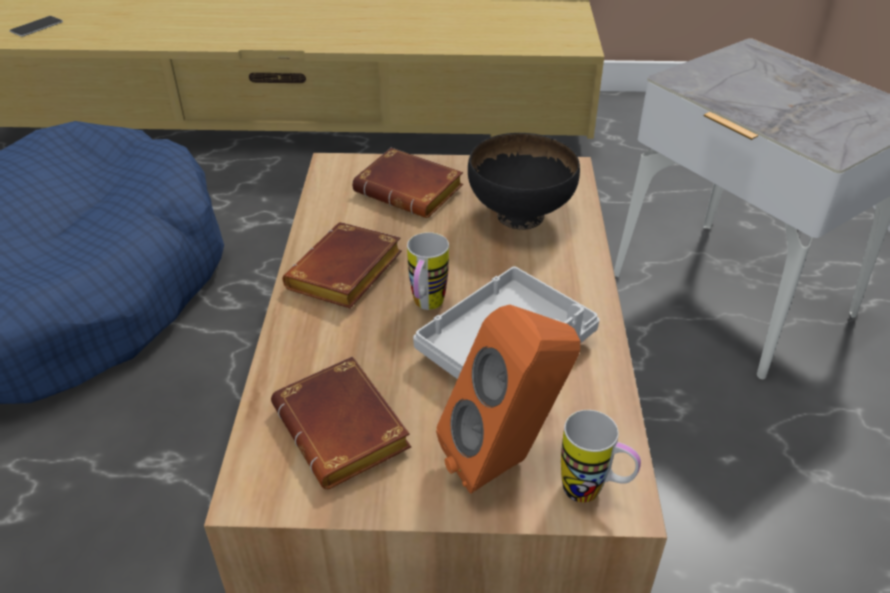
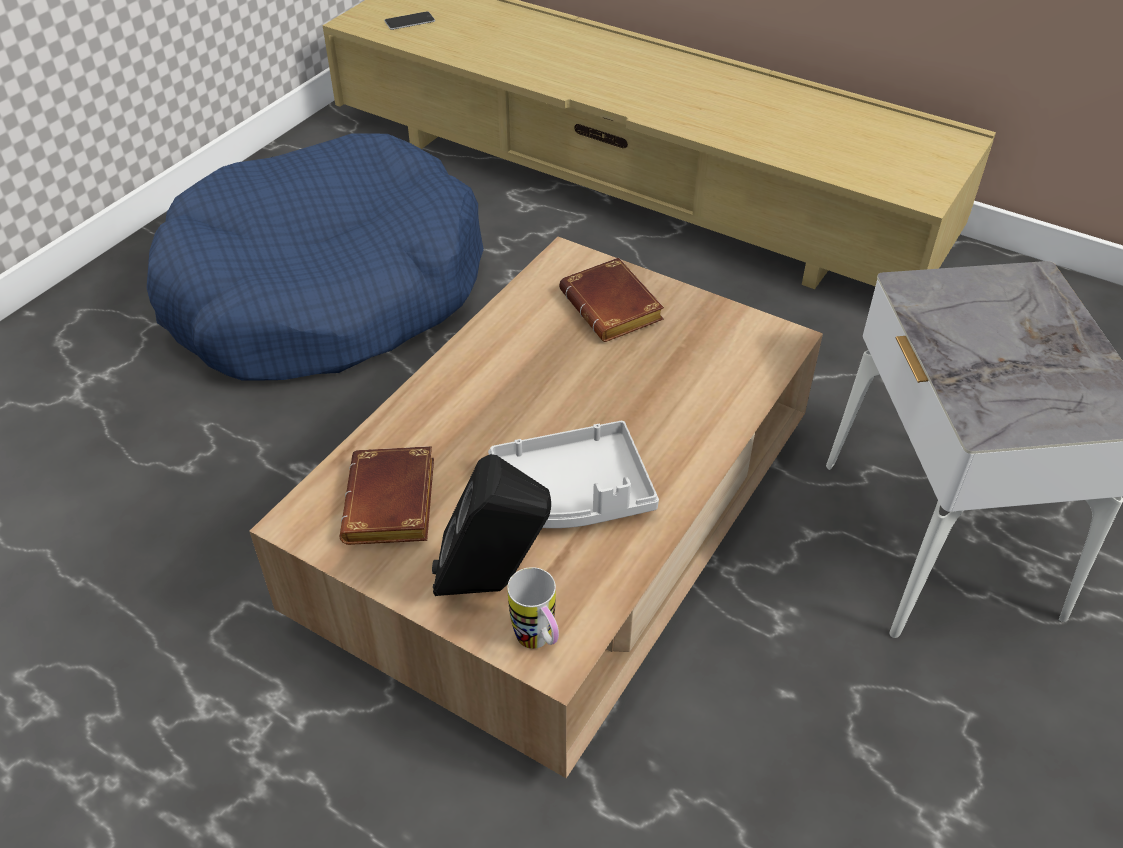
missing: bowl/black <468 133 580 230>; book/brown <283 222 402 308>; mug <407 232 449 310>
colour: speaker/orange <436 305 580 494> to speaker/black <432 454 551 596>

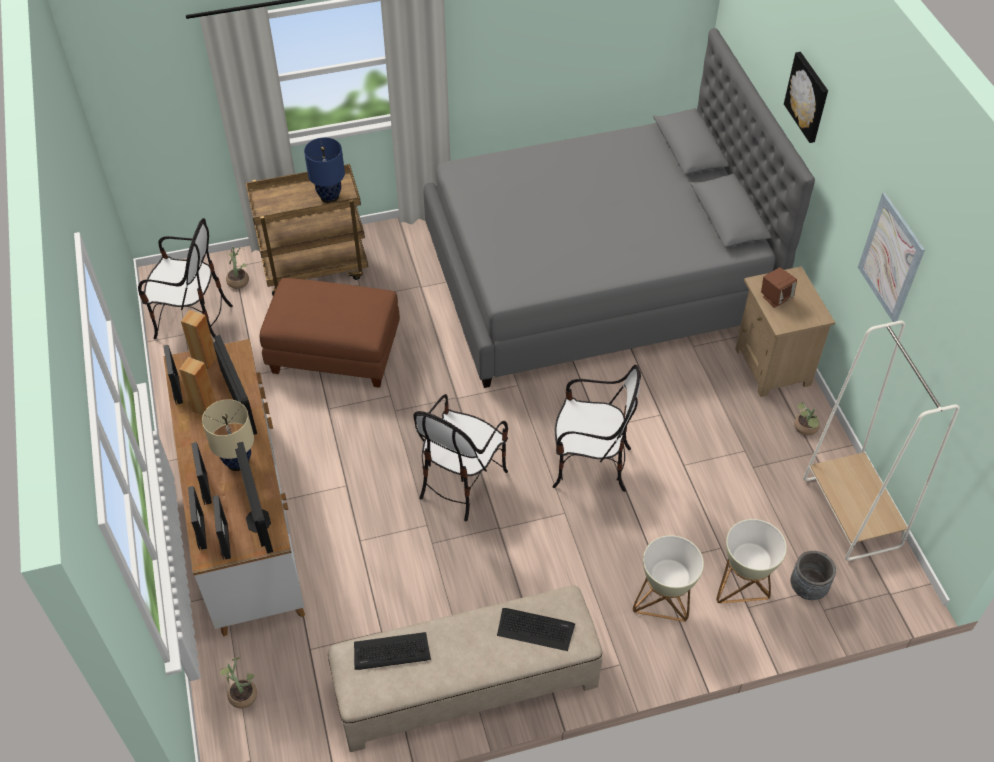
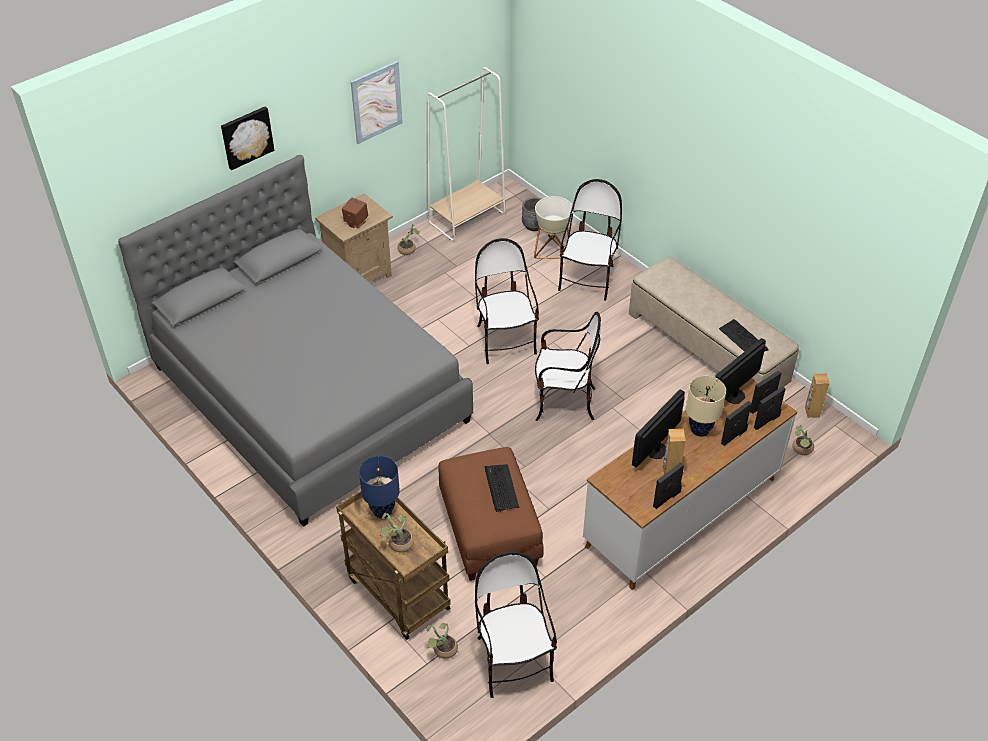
appeared: potted plant <380 513 414 553>
relocated: speaker/brown <181 310 217 370> to <805 374 830 418>; keyboard <497 608 575 651> to <485 464 519 512>
exchanged: planter <633 535 704 622> to chair <558 179 622 301>

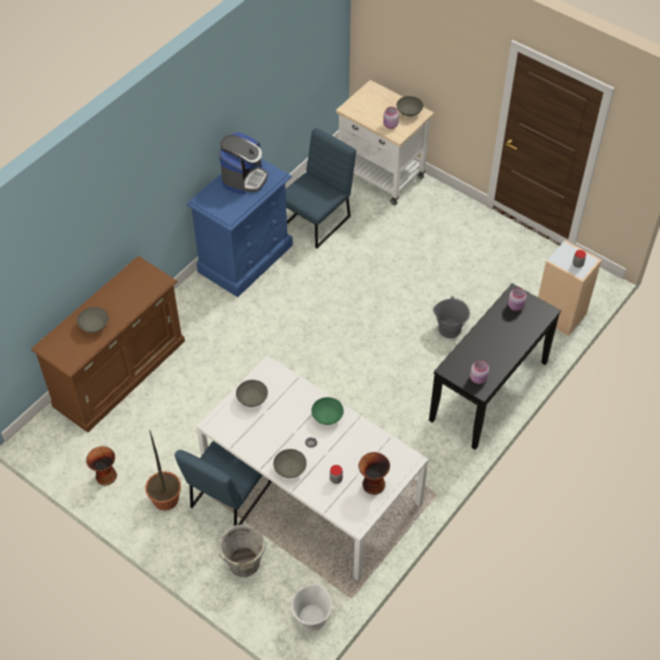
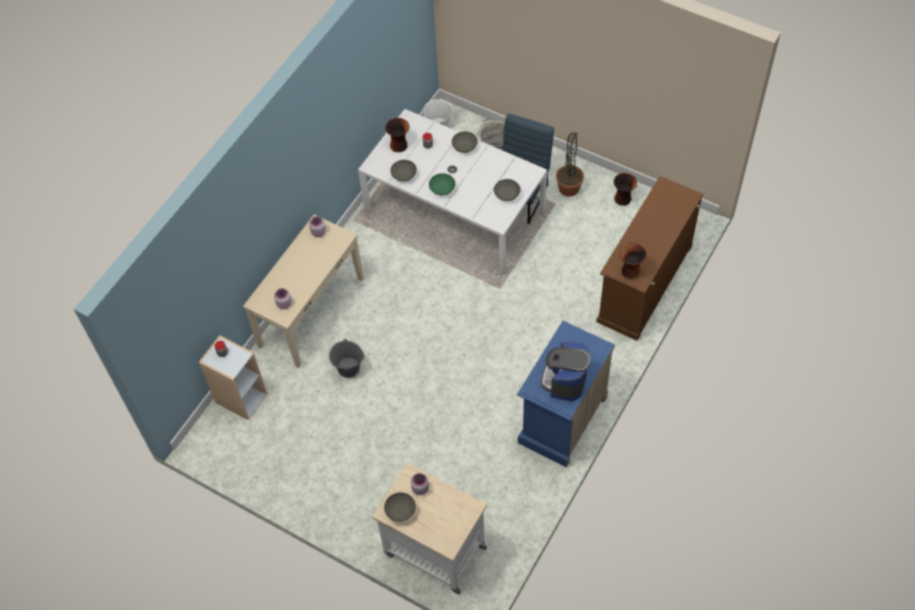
missing: chair/blue <286 128 356 249>
appeared: vase <620 243 647 280>
relocated: bowl/grey <77 307 108 333> to <390 160 417 182>
colour: console table/black <429 283 561 450> to console table/beige <243 215 364 368>

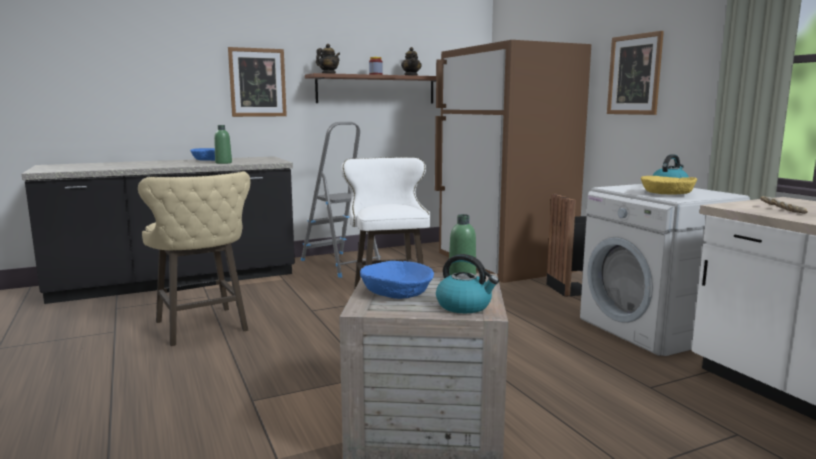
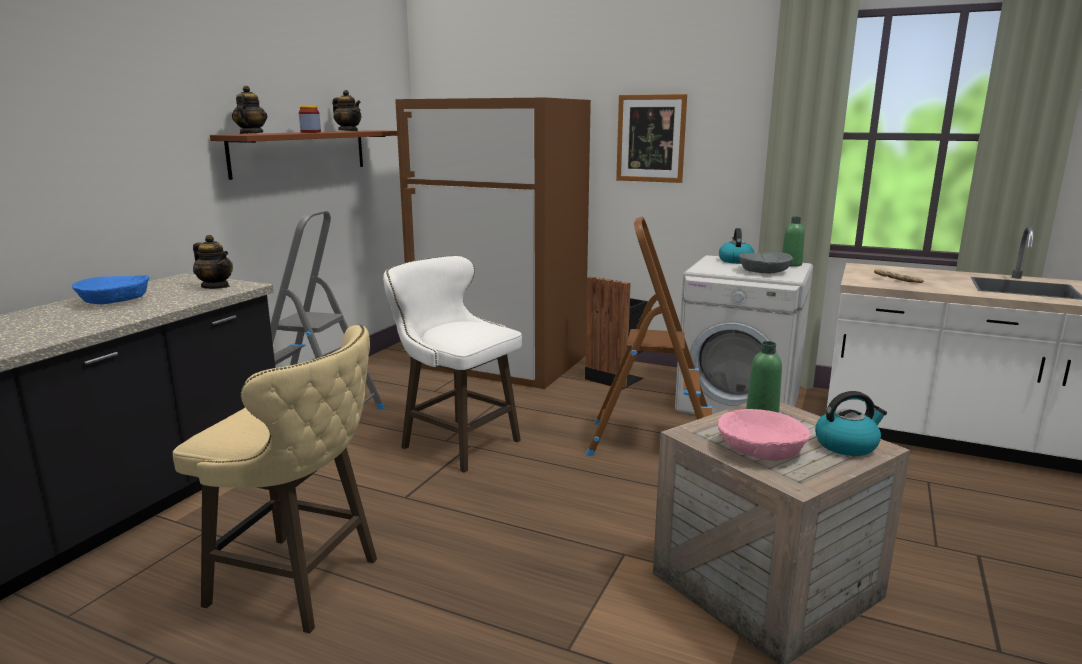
missing: picture <228 47 287 117>
appeared: step ladder/brown <586 217 712 456>; teapot <193 235 233 289>
relocated: bottle/green <214 125 232 164> to <782 217 805 267>
colour: bowl/yellow <641 176 697 195> to bowl/grey <739 252 793 274>; bowl/blue <360 261 434 299> to bowl/pink <718 409 811 460>

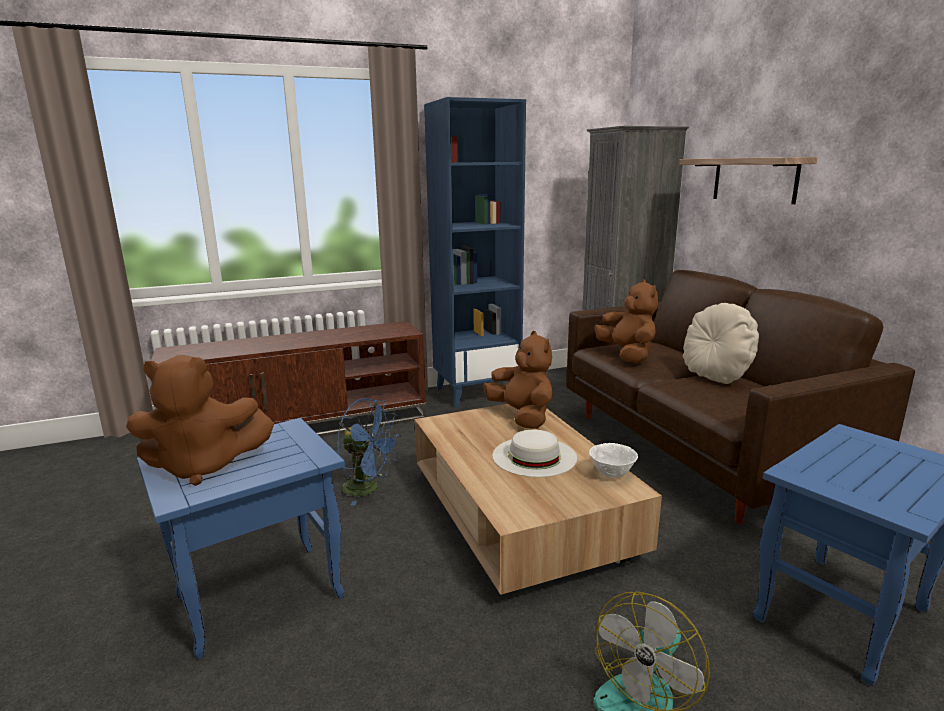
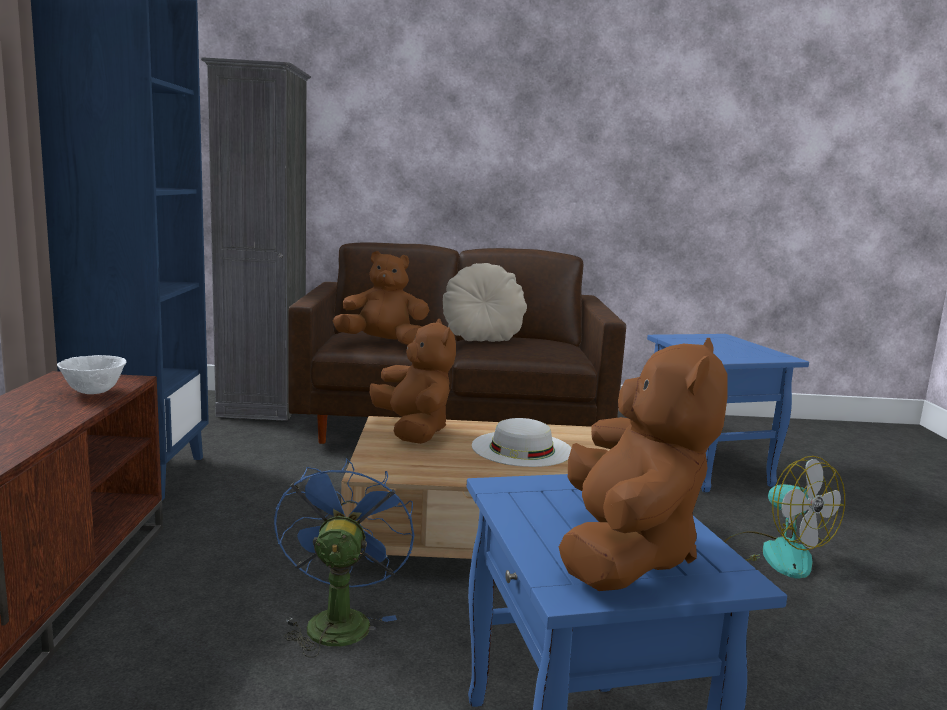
missing: shelf <679 157 818 204>
relocated: bowl/white <589 443 638 478> to <57 355 126 394>
spun: plush toy/brown <483 331 553 429> = <370 319 456 444> 75 degrees clockwise; fan/blue <337 398 401 506> = <274 458 414 658> 45 degrees counterclockwise

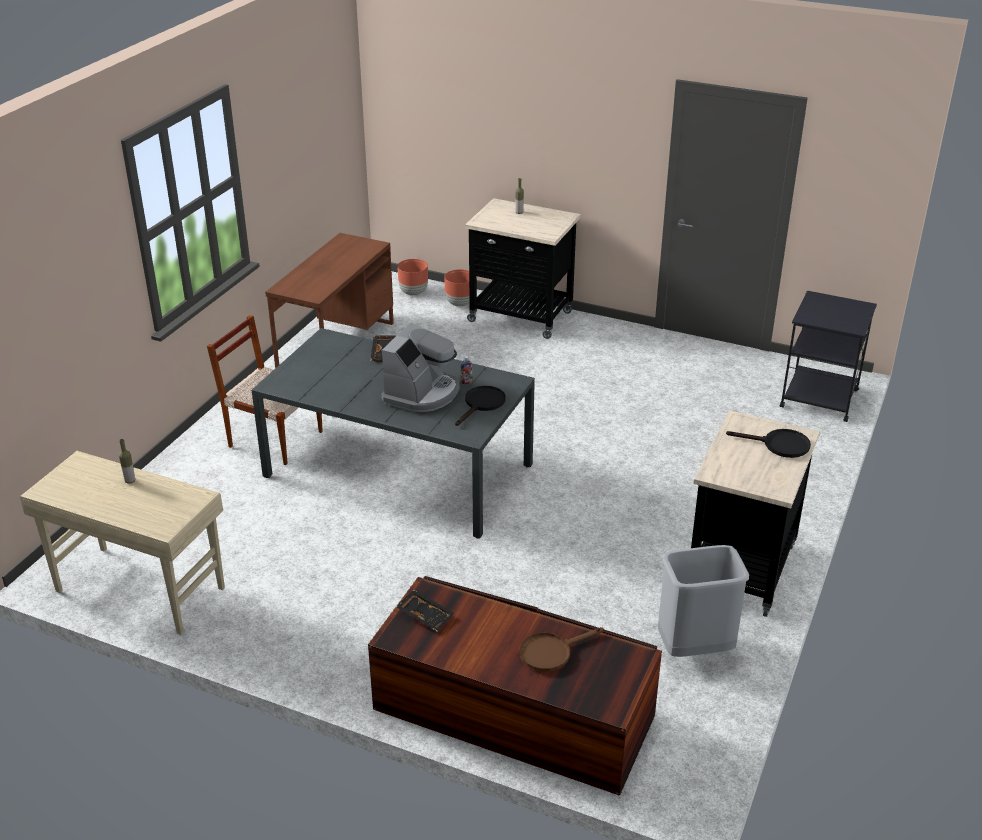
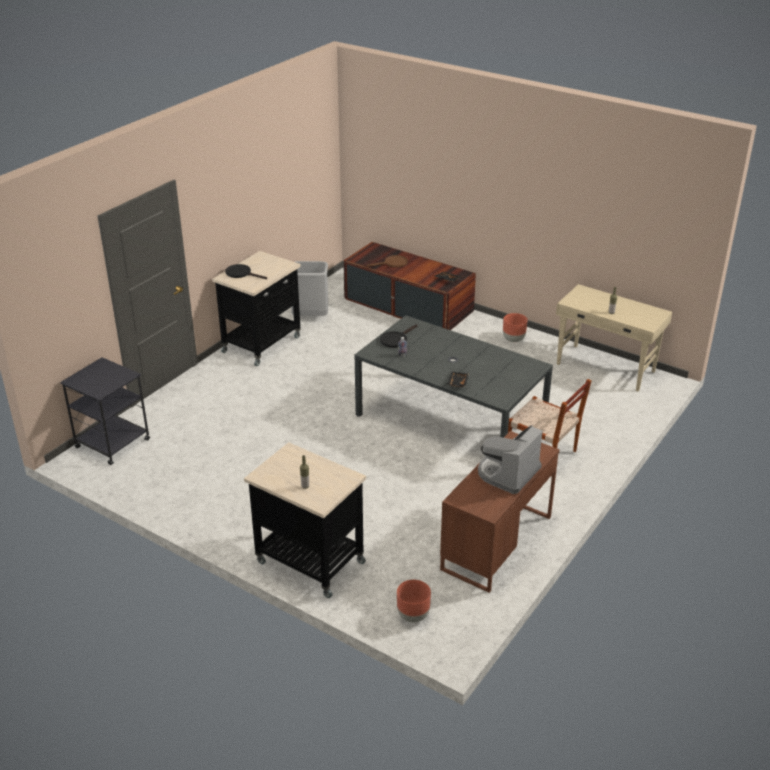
relocated: planter/brown <444 269 470 307> to <503 313 527 342>; coffee machine <381 323 459 412> to <478 425 543 494>

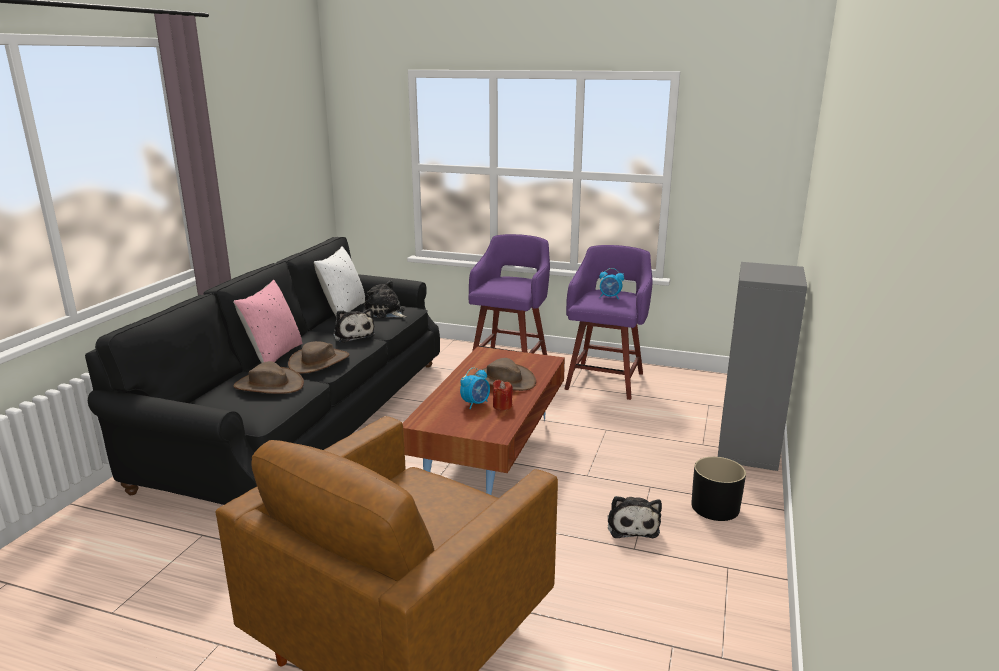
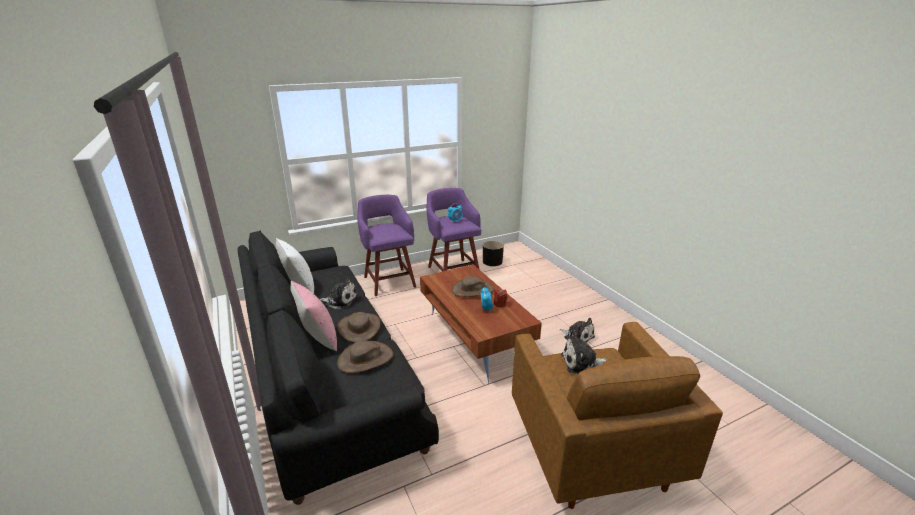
missing: bookcase/grey <718 262 807 471>
relocated: plush toy <364 281 407 318> to <561 330 608 375>; planter/black <691 457 746 521> to <483 241 504 266>

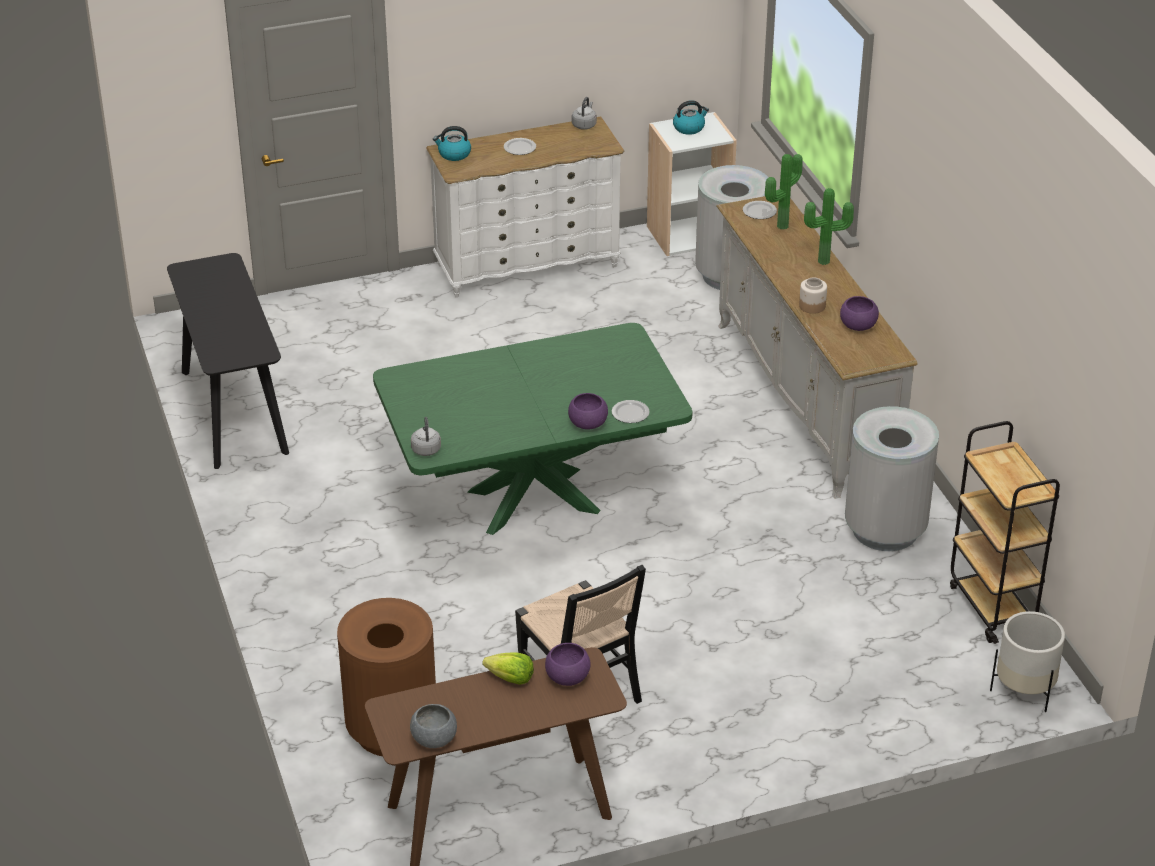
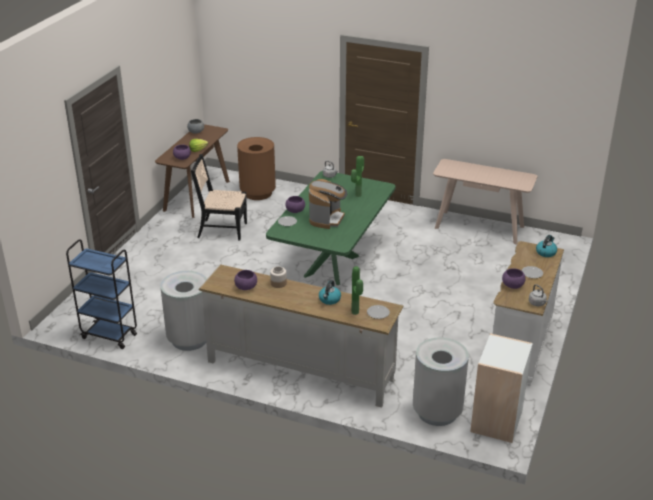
missing: planter/white <990 611 1065 712>
appeared: coffee machine <309 179 347 229>; bowl/purple <502 268 526 289>
relocated: kettle <673 100 709 135> to <319 280 341 305>; potted plant <804 188 854 265> to <351 156 364 197>
colour: console table/black <167 253 289 469> to console table/beige <433 159 538 245>; cart/brown <950 421 1060 644> to cart/blue <66 239 137 349>

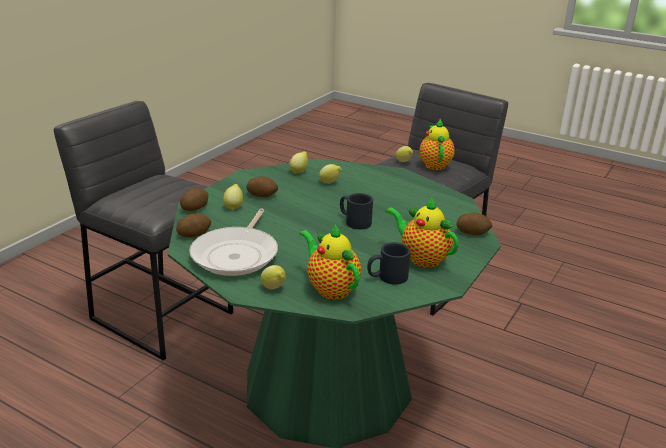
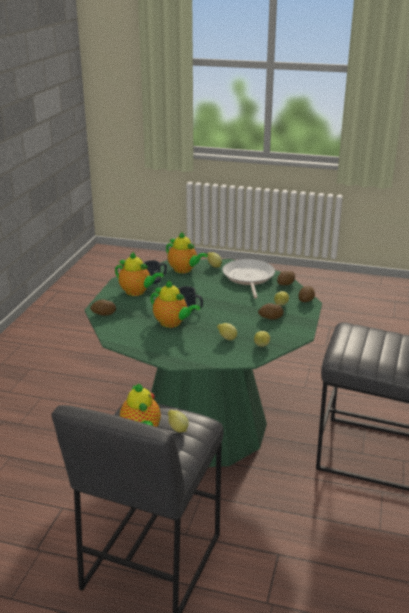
appeared: teapot <150 280 200 328>

